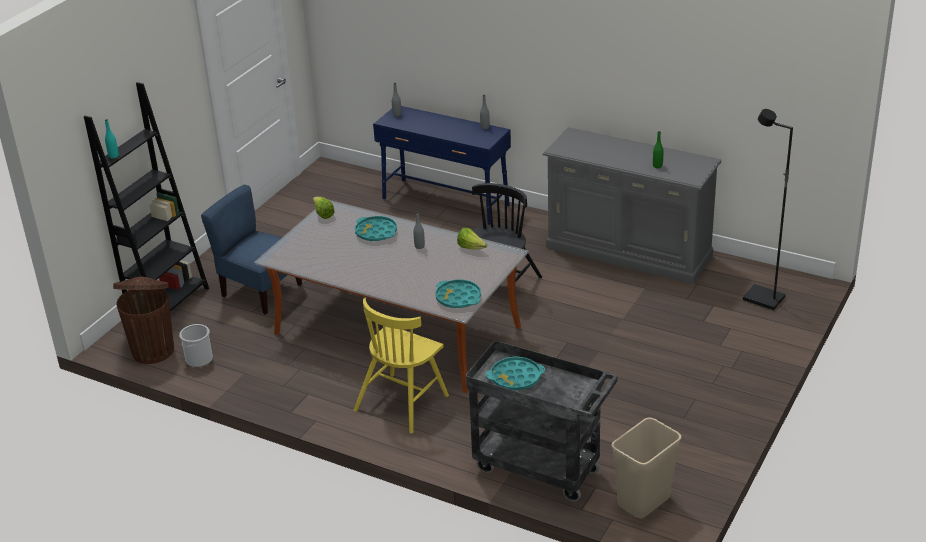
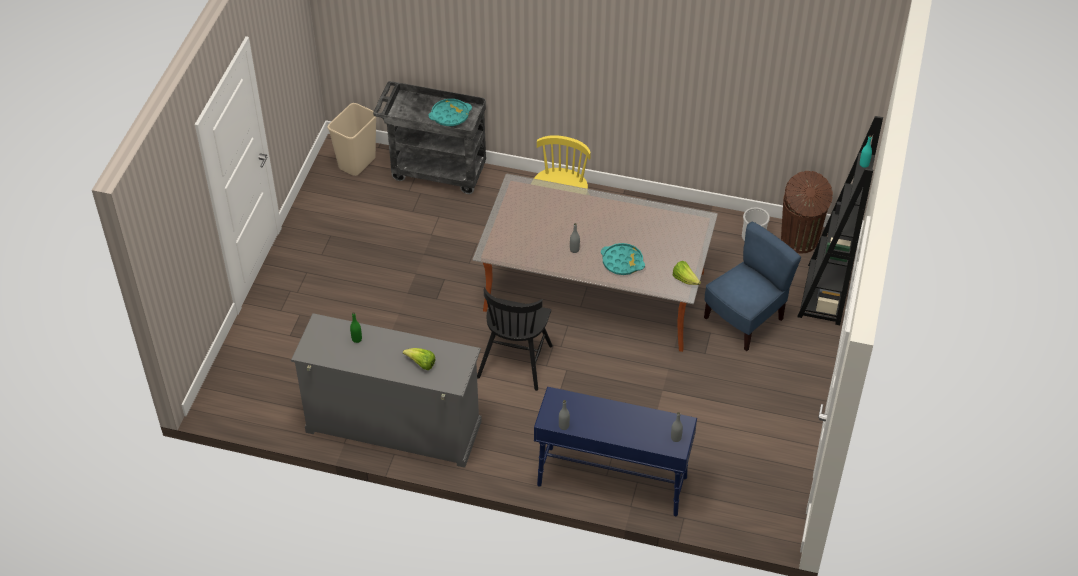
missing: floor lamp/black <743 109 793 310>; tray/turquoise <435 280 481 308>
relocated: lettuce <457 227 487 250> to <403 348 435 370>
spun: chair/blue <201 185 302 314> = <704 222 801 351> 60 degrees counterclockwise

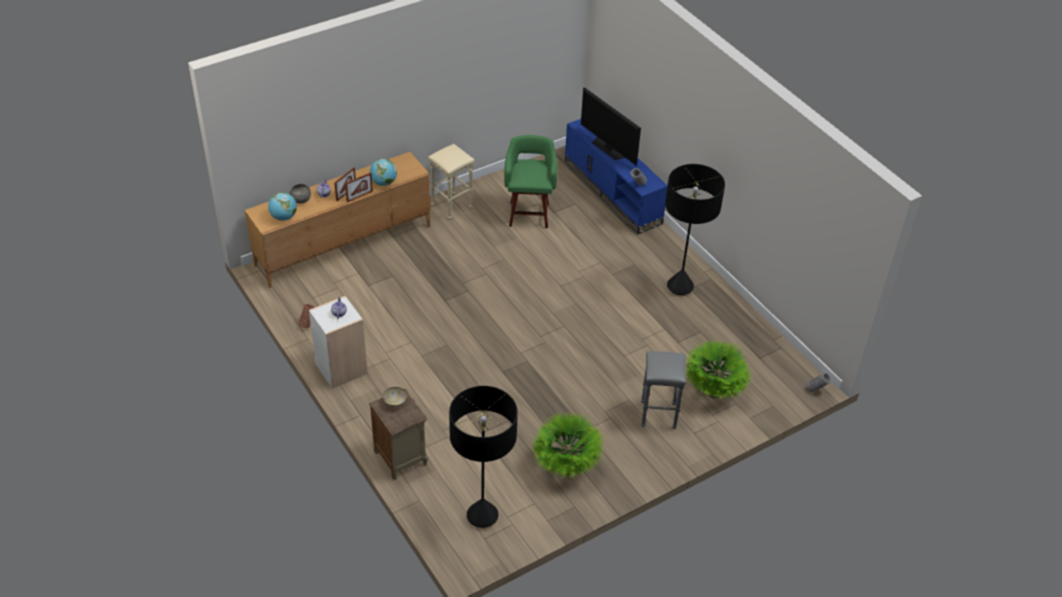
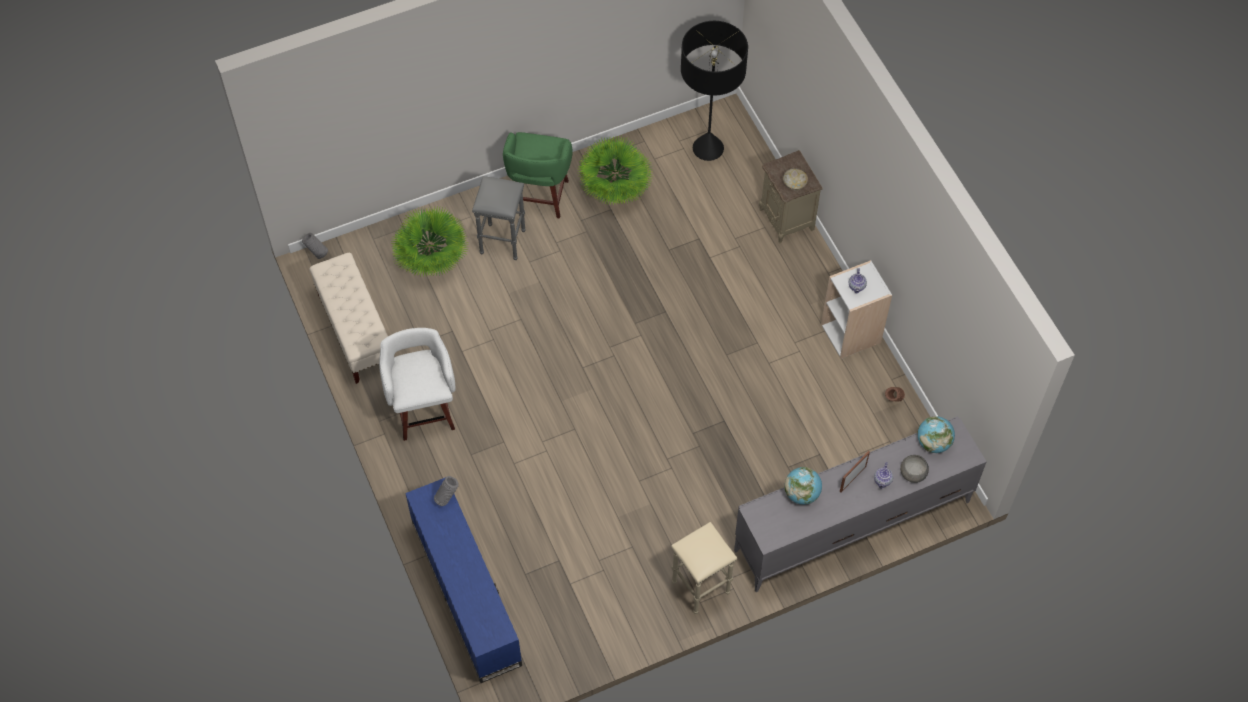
missing: television <581 87 641 165>; picture frame <345 172 373 202>
appeared: bench/beige <309 253 388 384>
relocated: stool/green <504 135 557 228> to <503 132 573 218>
exchanged: floor lamp/black <665 164 725 295> to stool/white <379 328 456 441>
colour: cabinet/brown <244 152 430 288> to cabinet/grey <734 416 987 592>

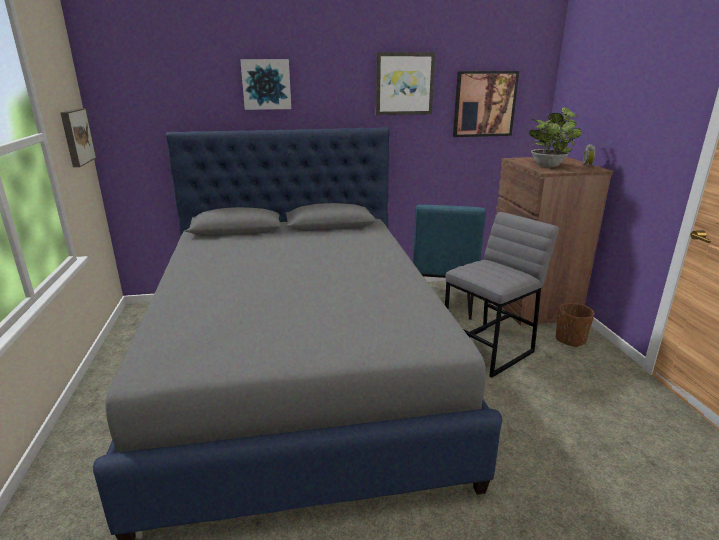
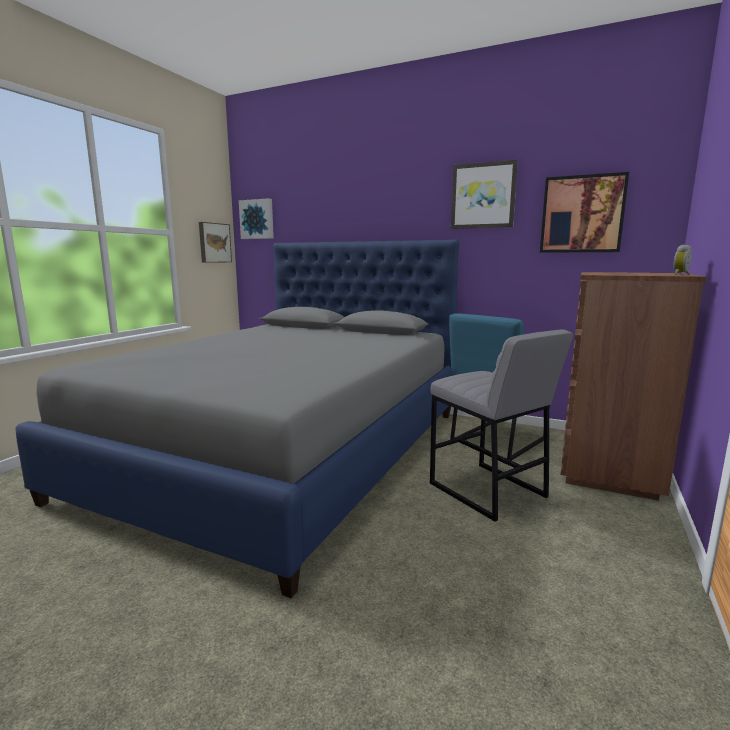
missing: potted plant <529 107 582 167>; planter/brown <556 303 594 347>
relocated: picture <240 59 291 110> to <239 198 274 239>
spun: chair/grey <445 212 559 378> = <430 329 573 522> 60 degrees clockwise

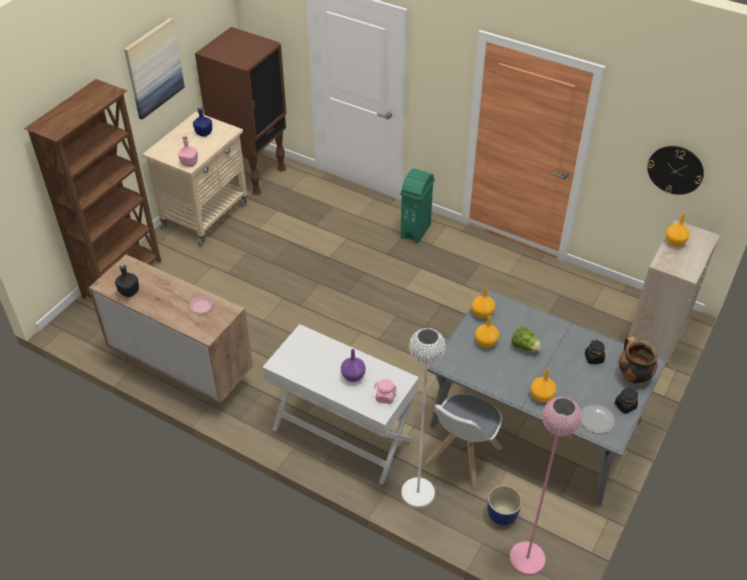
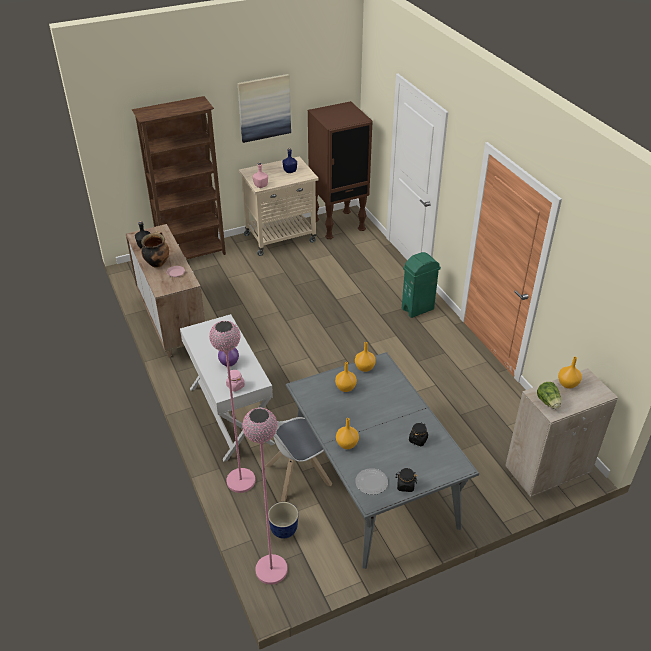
missing: wall clock <647 146 704 195>
relocated: lettuce <511 327 542 352> to <537 382 561 409>; cooking pot <619 337 657 384> to <141 231 169 268>
colour: floor lamp/white <401 328 446 508> to floor lamp/pink <209 321 255 493>

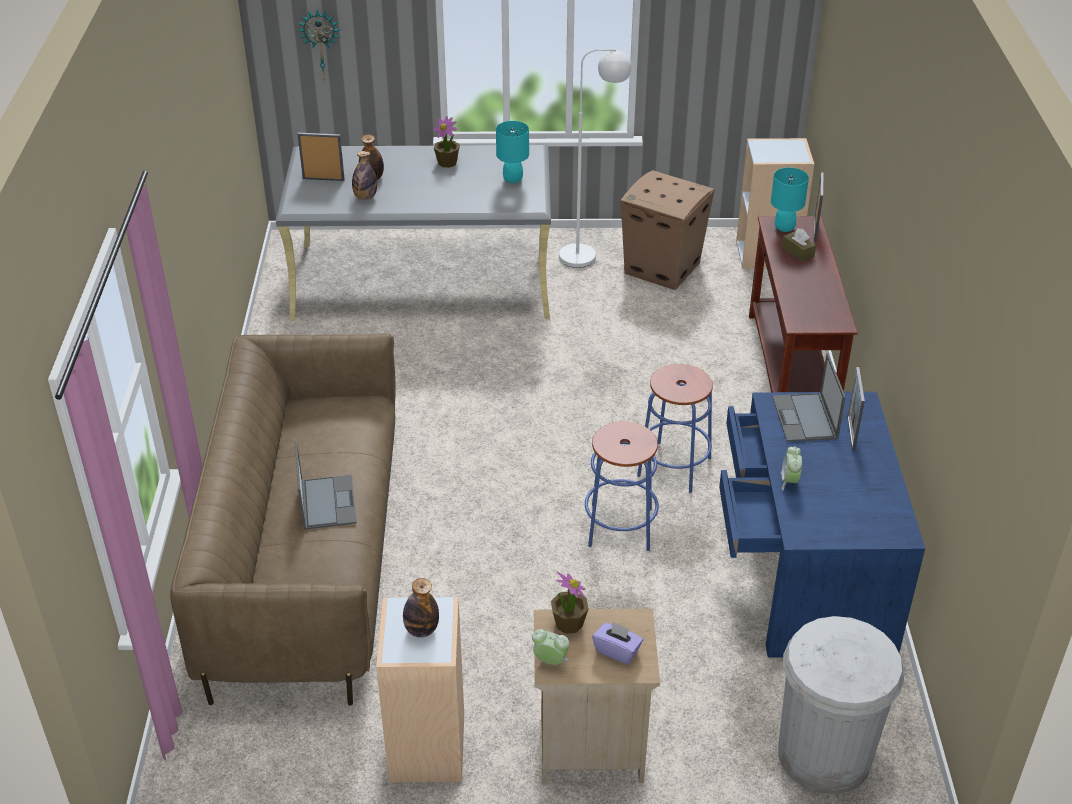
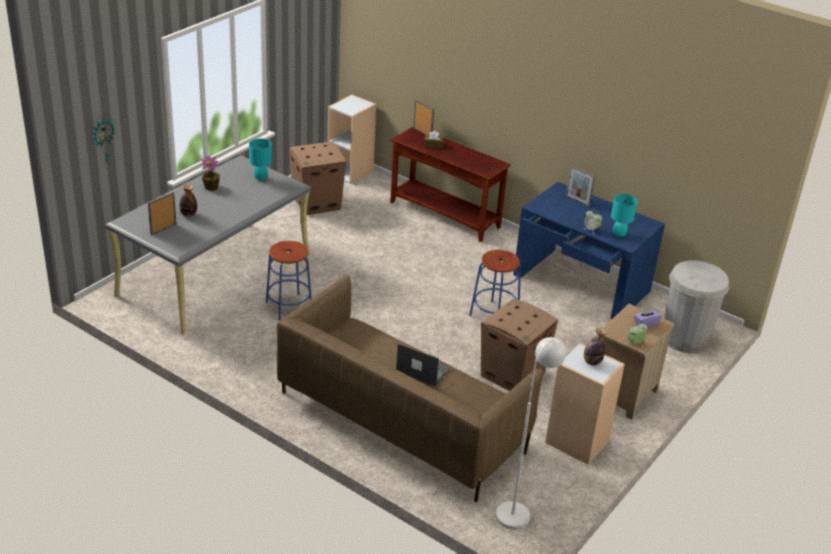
missing: bottle <352 151 377 200>; laptop <772 353 846 442>; potted plant <551 572 589 634>
appeared: cardboard box <481 299 558 391>
relocated: floor lamp/white <559 49 631 268> to <496 337 566 529>; table lamp/turquoise <771 168 809 232> to <611 194 638 237>; stool/blue <637 364 713 493> to <266 241 312 321>

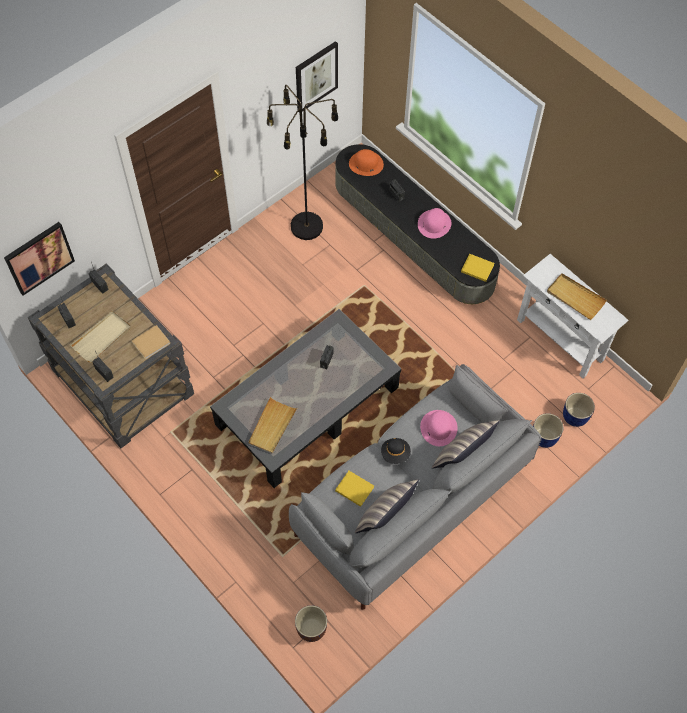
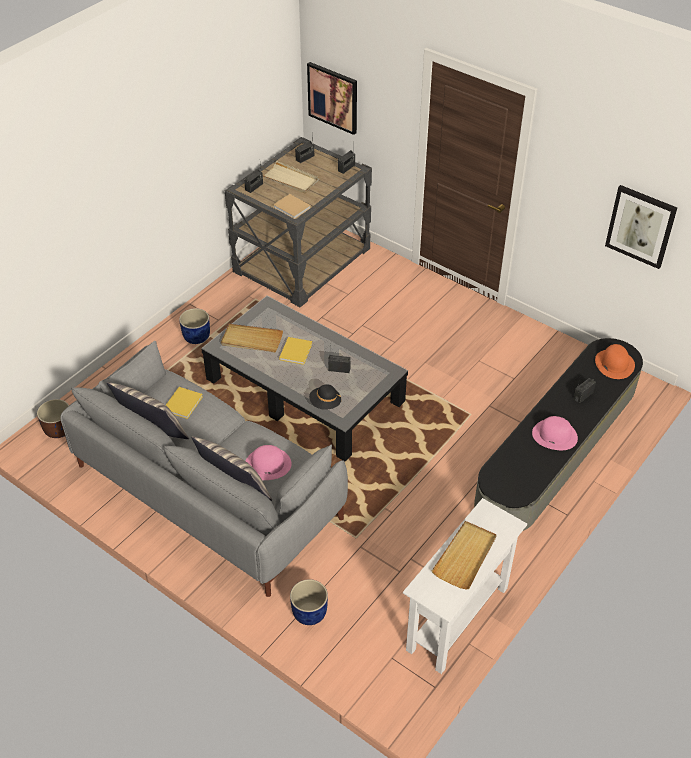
missing: floor lamp <267 85 338 240>
relocated: book/yellow <461 254 495 282> to <279 337 312 365>; planter/blue <563 393 595 427> to <179 308 210 344>; hat/black <381 438 411 464> to <309 384 341 410>

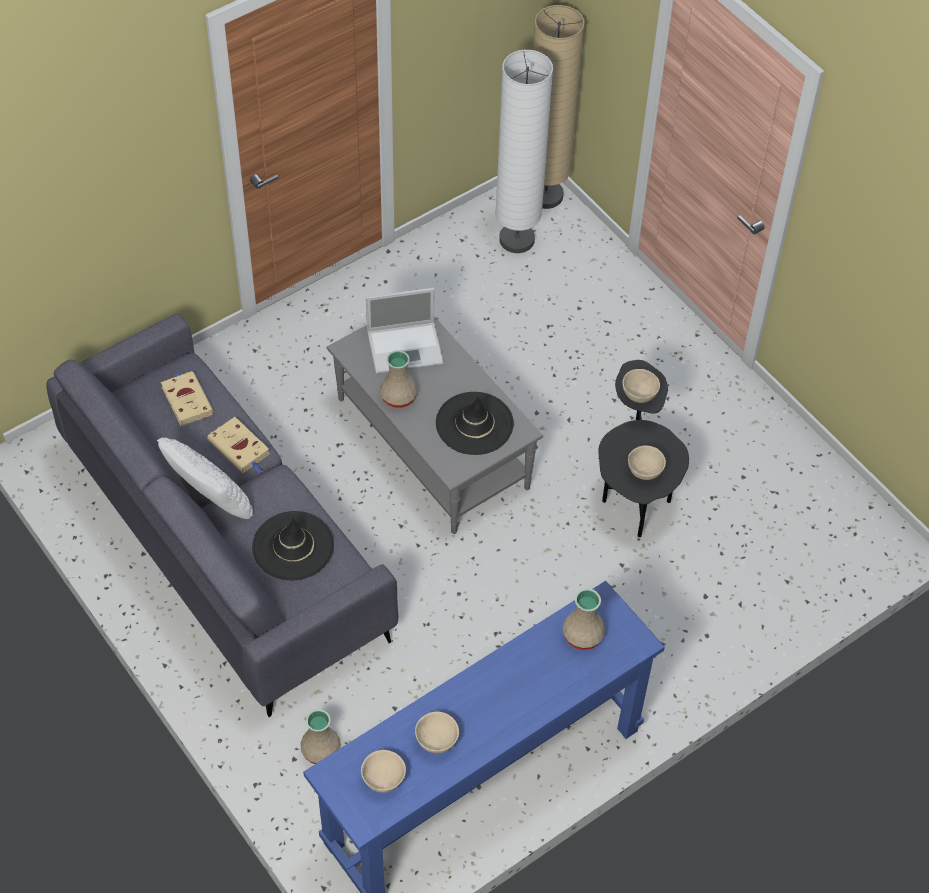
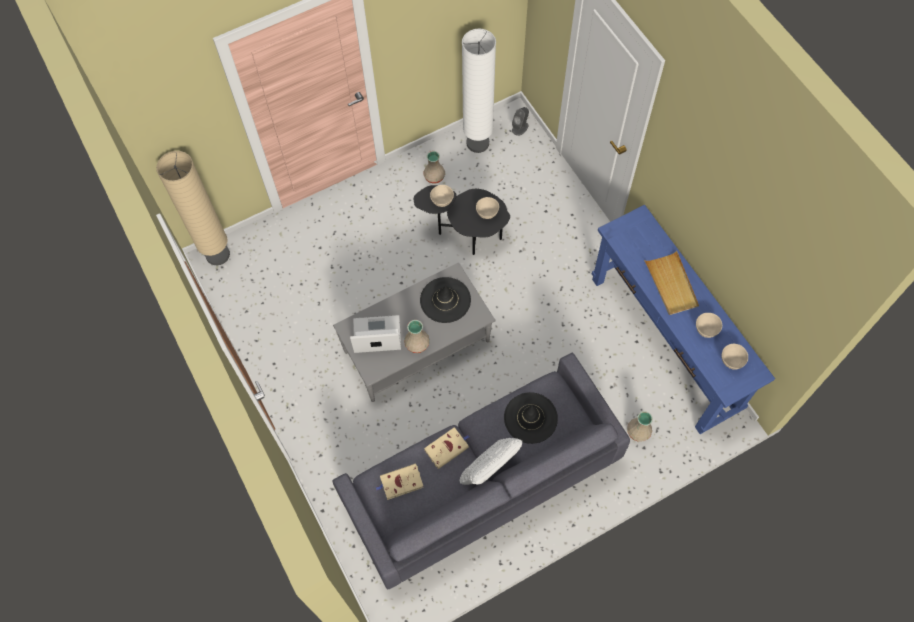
appeared: speaker/grey <512 107 529 136>; tray/beige <644 251 699 315>
relocated: floor lamp/white <495 50 553 253> to <462 28 496 153>; vase/beige <562 588 605 650> to <423 151 445 183>
spun: laptop <366 287 444 374> = <350 315 401 353> 90 degrees counterclockwise

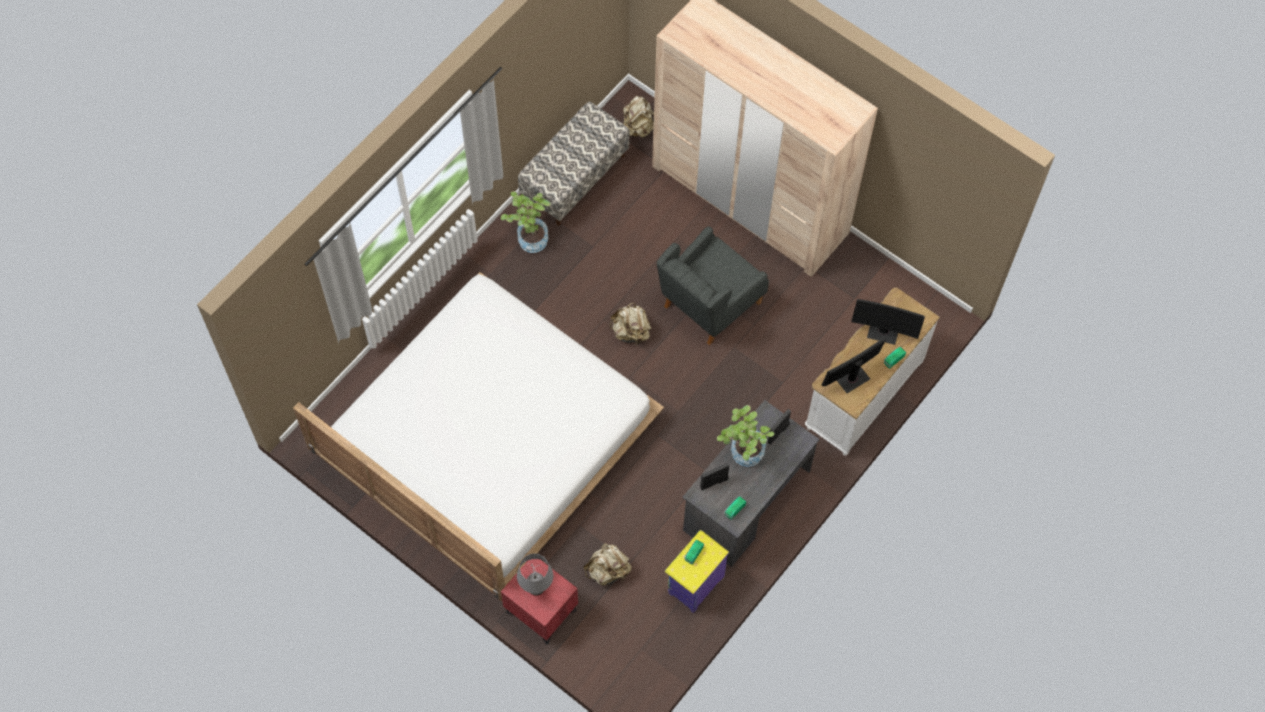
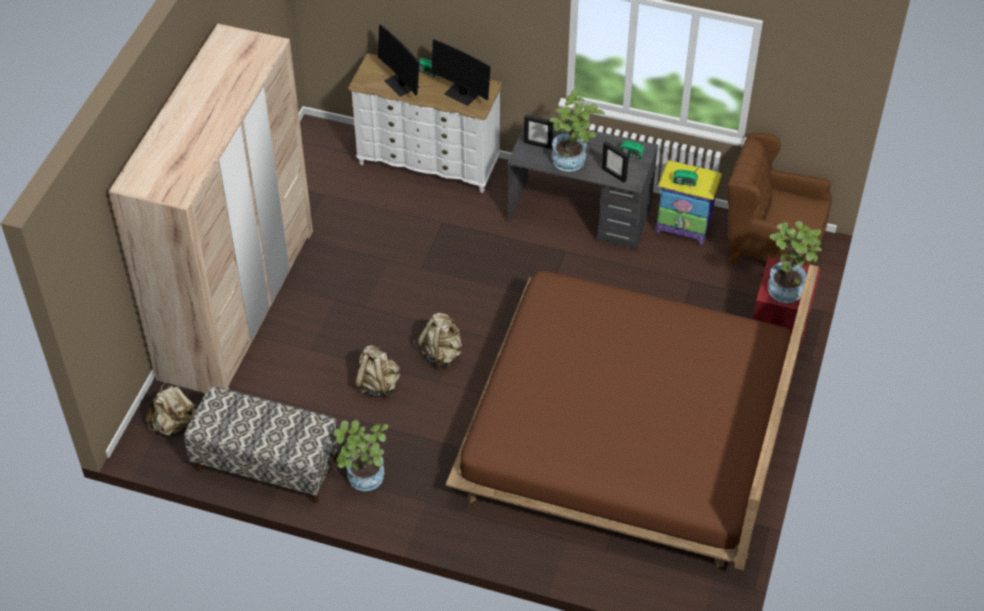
missing: armchair/grey <657 226 769 345>
appeared: armchair/brown <728 133 832 266>
relocated: backpack/beige <583 543 632 585> to <355 345 400 398>
exchanged: table lamp/grey <517 554 553 596> to potted plant <768 221 822 303>
colour: bed/white <293 272 664 601> to bed/brown <446 265 819 570>
spun: monitor <851 299 925 345> = <378 25 419 97> 150 degrees clockwise

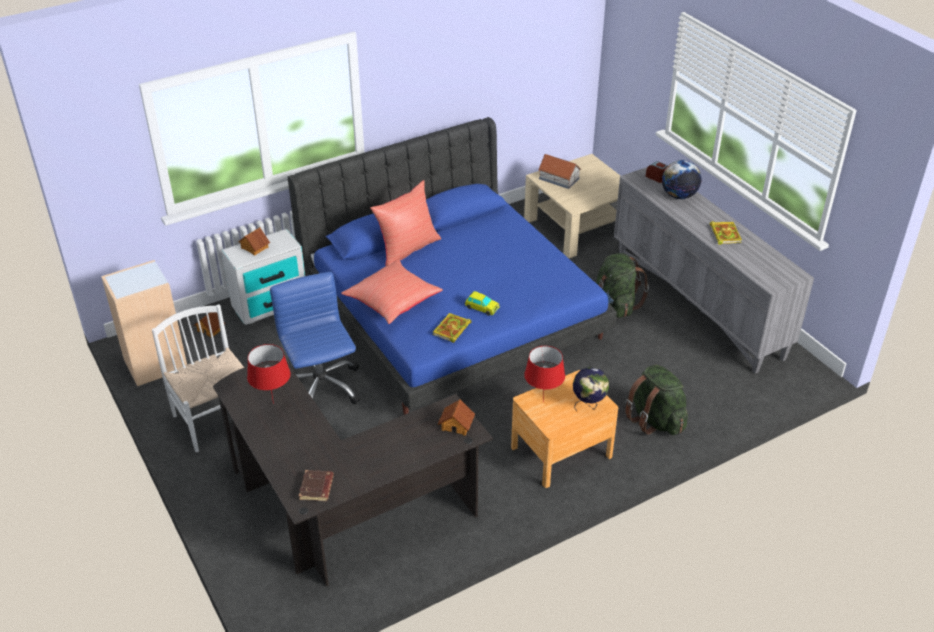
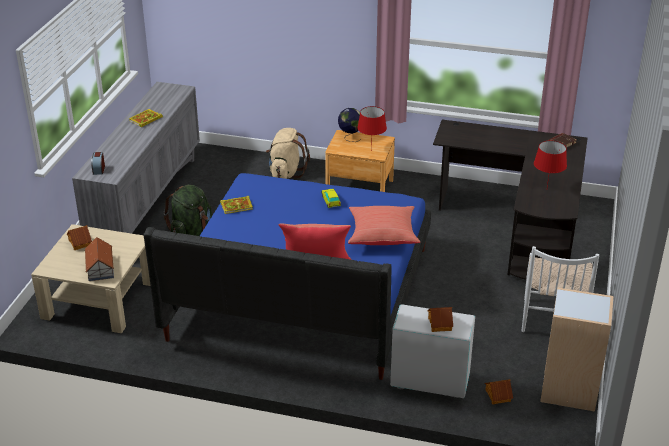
missing: globe <662 160 701 199>; office chair/blue <270 272 360 404>
relocated: book <433 313 471 343> to <220 195 253 214>; toy house <438 399 475 436> to <67 225 92 250>
colour: backpack/green <625 365 688 435> to backpack/beige <266 128 310 179>

